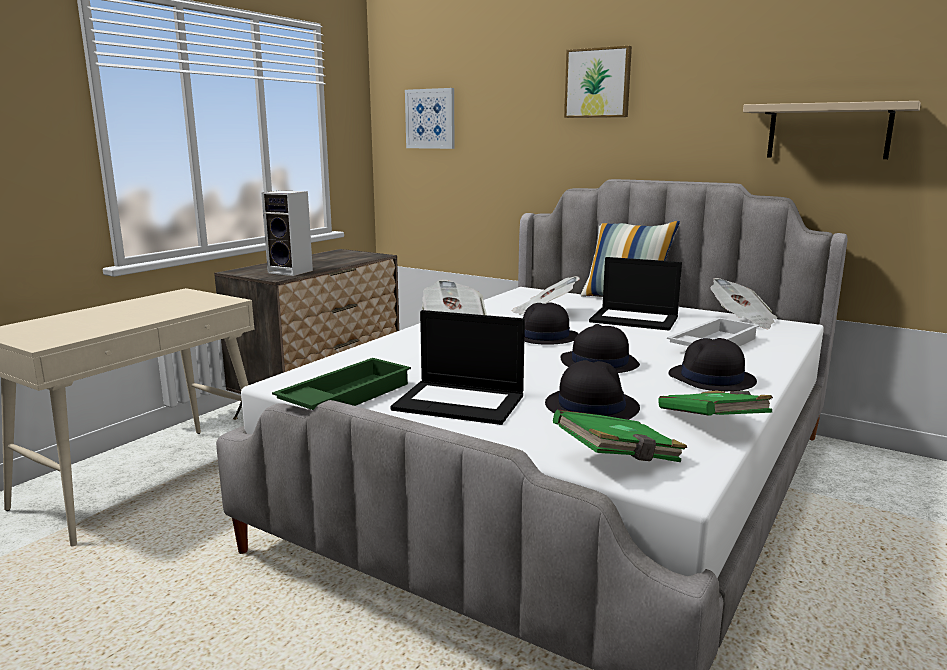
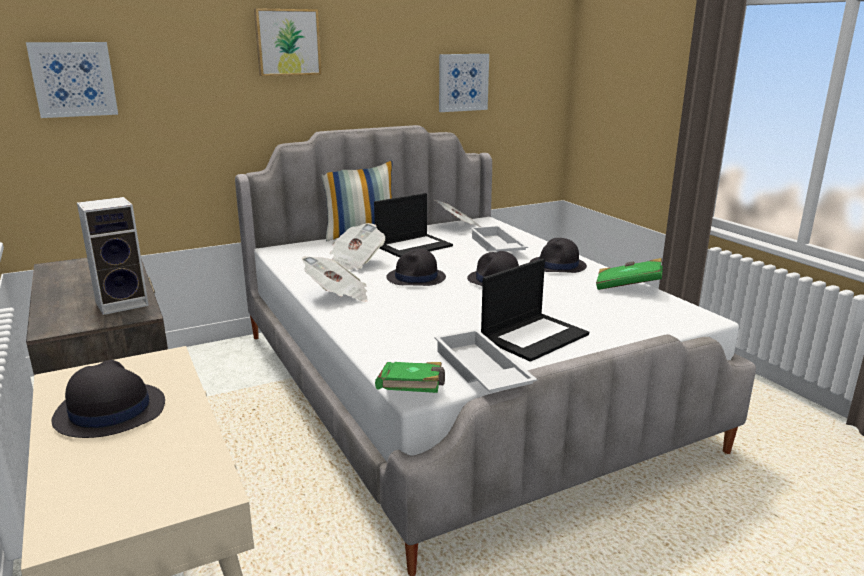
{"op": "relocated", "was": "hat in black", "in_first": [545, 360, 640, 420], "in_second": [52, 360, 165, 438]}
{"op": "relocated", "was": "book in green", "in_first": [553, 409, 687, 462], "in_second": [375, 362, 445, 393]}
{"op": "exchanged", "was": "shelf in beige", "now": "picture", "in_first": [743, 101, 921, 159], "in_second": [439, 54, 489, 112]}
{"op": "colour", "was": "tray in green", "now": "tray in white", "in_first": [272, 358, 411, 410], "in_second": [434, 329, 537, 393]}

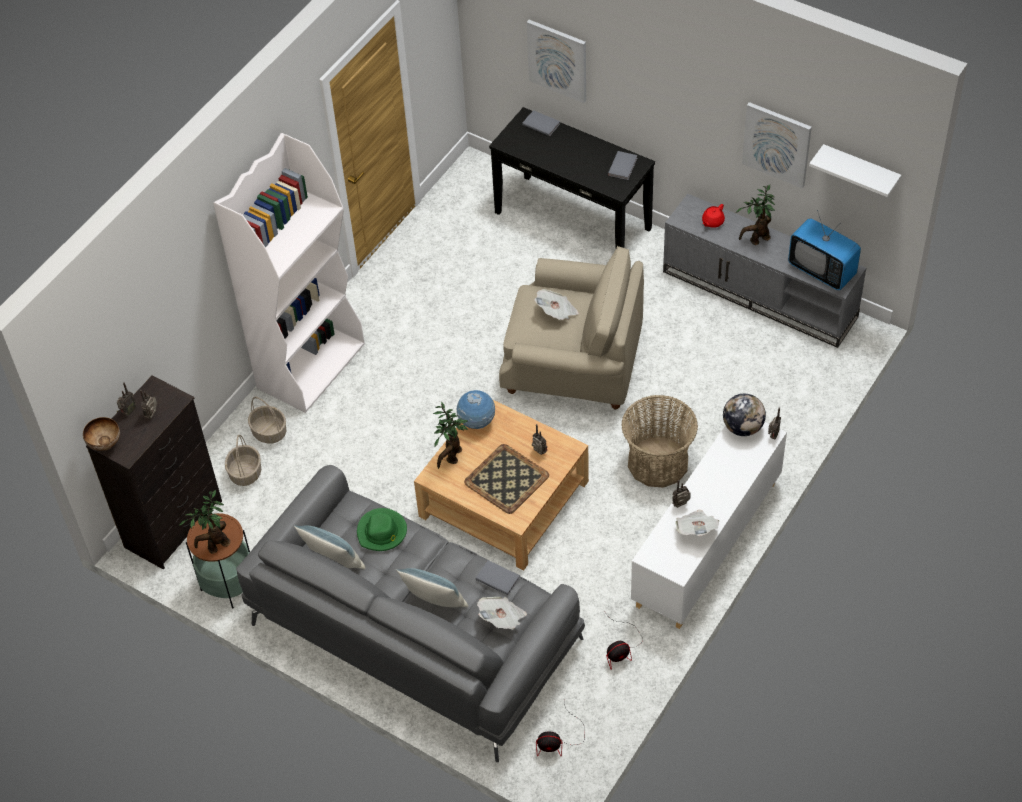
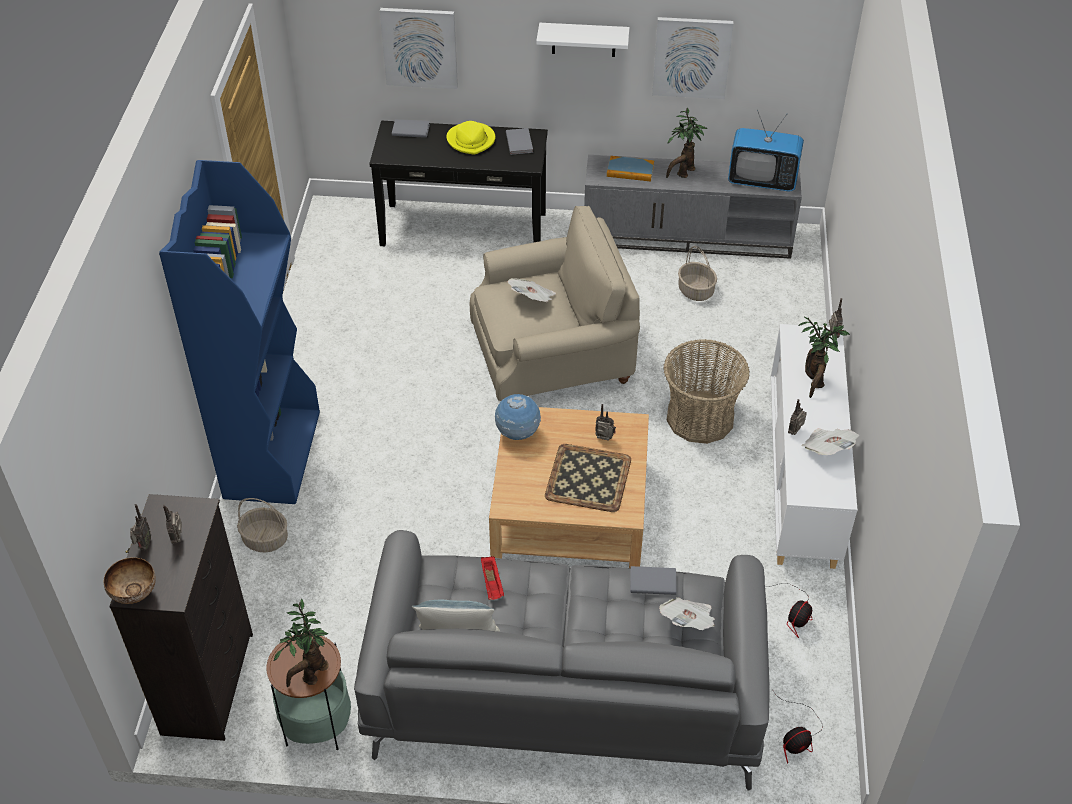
{"op": "missing", "was": "pillow", "in_first": [396, 568, 469, 607]}
{"op": "missing", "was": "globe", "in_first": [723, 394, 766, 436]}
{"op": "appeared", "now": "hat in yellow", "in_second": [446, 121, 495, 154]}
{"op": "relocated", "was": "basket", "in_first": [225, 435, 261, 486], "in_second": [678, 246, 717, 301]}
{"op": "relocated", "was": "potted plant", "in_first": [433, 401, 468, 469], "in_second": [798, 317, 850, 398]}
{"op": "relocated", "was": "shelf in white", "in_first": [809, 144, 901, 197], "in_second": [536, 23, 630, 57]}
{"op": "exchanged", "was": "hat in green", "now": "tray in red", "in_first": [357, 508, 407, 551], "in_second": [481, 556, 504, 600]}
{"op": "exchanged", "was": "teapot in red", "now": "book", "in_first": [702, 204, 725, 228], "in_second": [607, 156, 654, 182]}
{"op": "colour", "was": "bookcase in white", "now": "bookcase in blue", "in_first": [213, 133, 365, 413], "in_second": [159, 160, 320, 504]}

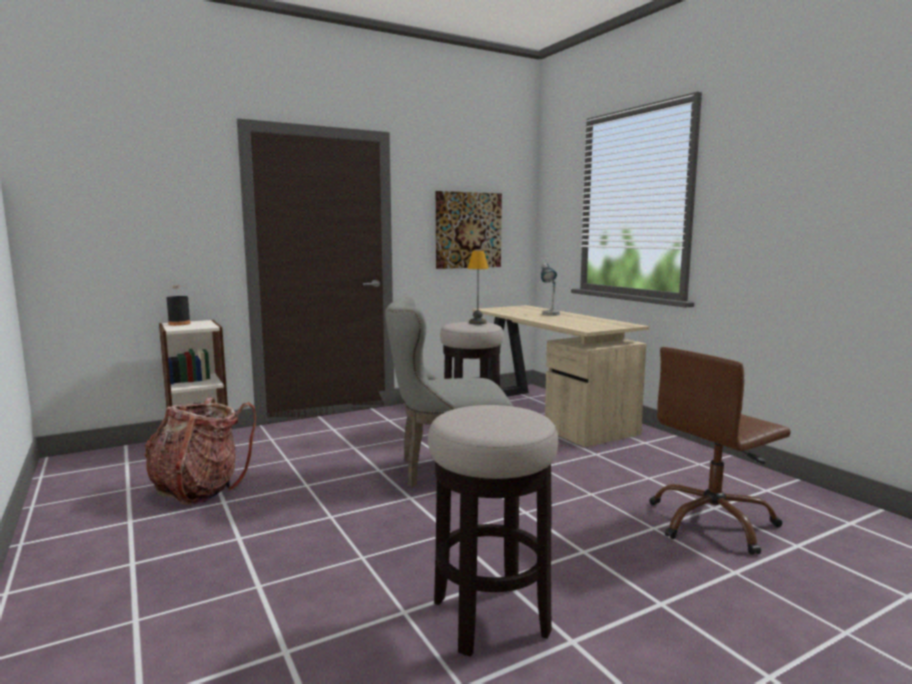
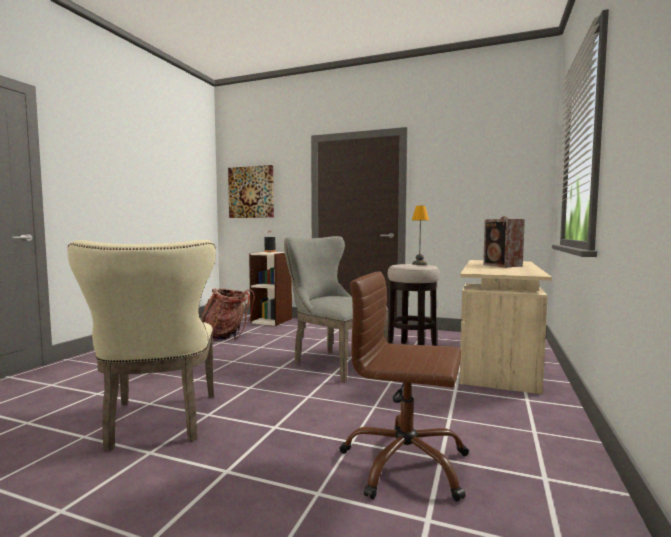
{"op": "relocated", "was": "picture", "in_first": [436, 191, 502, 269], "in_second": [228, 165, 274, 218]}
{"op": "exchanged", "was": "stool", "now": "chair in beige", "in_first": [428, 405, 558, 657], "in_second": [68, 240, 216, 451]}
{"op": "exchanged", "was": "table lamp", "now": "speaker", "in_first": [541, 263, 560, 316], "in_second": [483, 217, 525, 267]}

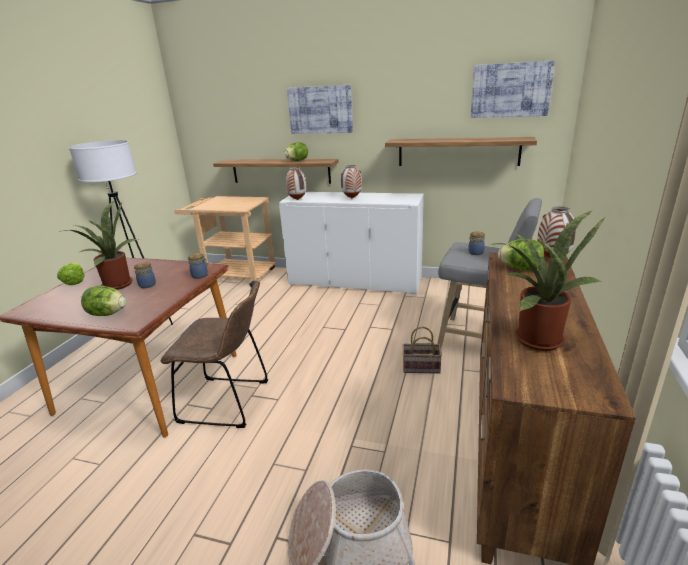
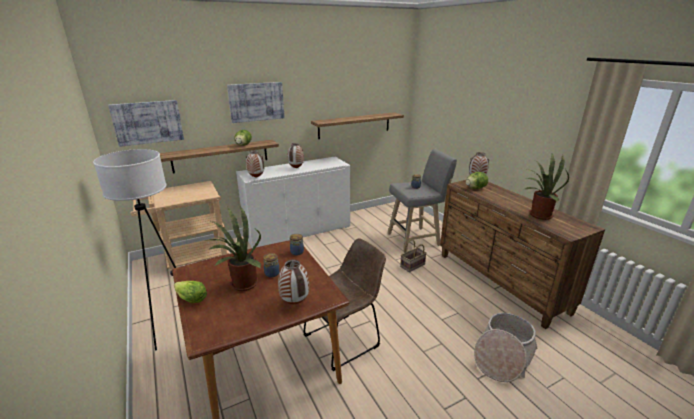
{"op": "relocated", "was": "picture", "in_first": [471, 61, 555, 118], "in_second": [108, 100, 184, 147]}
{"op": "exchanged", "was": "lettuce", "now": "vase", "in_first": [81, 286, 126, 316], "in_second": [278, 259, 309, 304]}

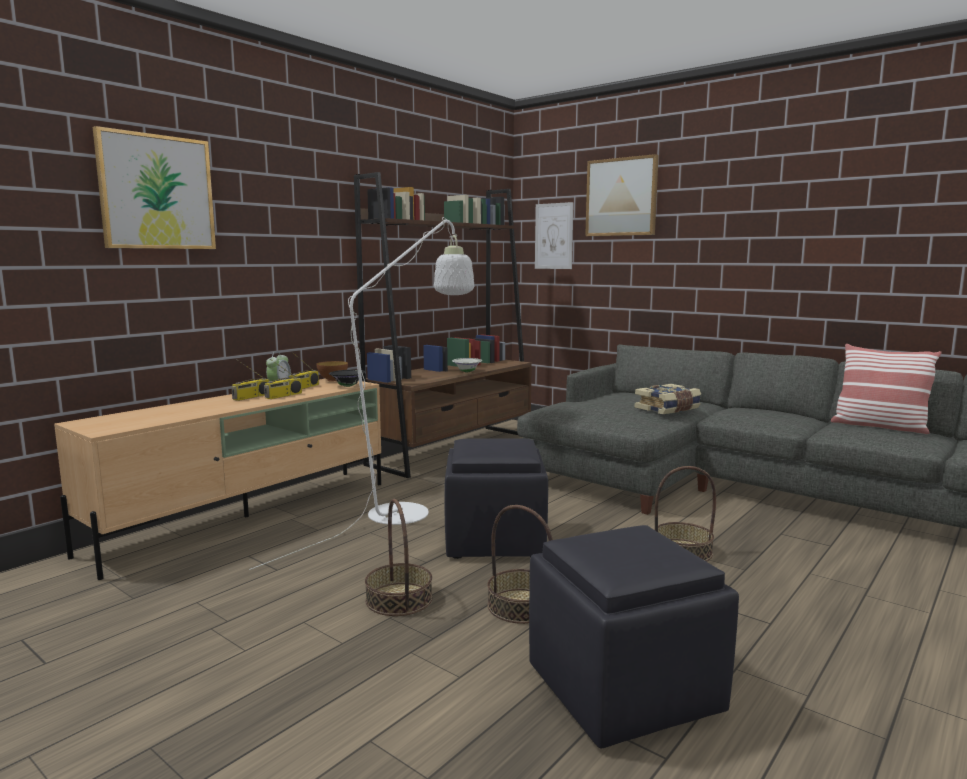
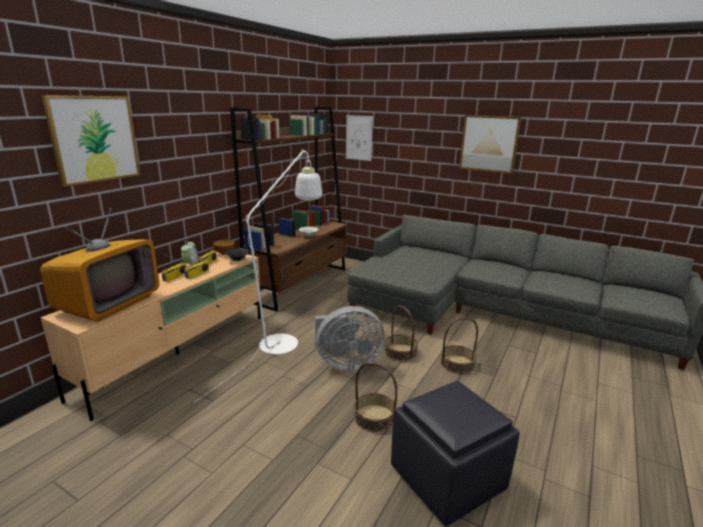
{"op": "missing", "was": "book", "in_first": [635, 384, 701, 414]}
{"op": "missing", "was": "pillow", "in_first": [831, 344, 942, 434]}
{"op": "appeared", "now": "television", "in_second": [40, 208, 159, 322]}
{"op": "relocated", "was": "basket", "in_first": [365, 499, 432, 616], "in_second": [385, 305, 418, 362]}
{"op": "relocated", "was": "picture", "in_first": [585, 154, 659, 236], "in_second": [459, 115, 521, 174]}
{"op": "exchanged", "was": "ottoman in black", "now": "fan in grey", "in_first": [444, 438, 548, 559], "in_second": [315, 306, 385, 371]}

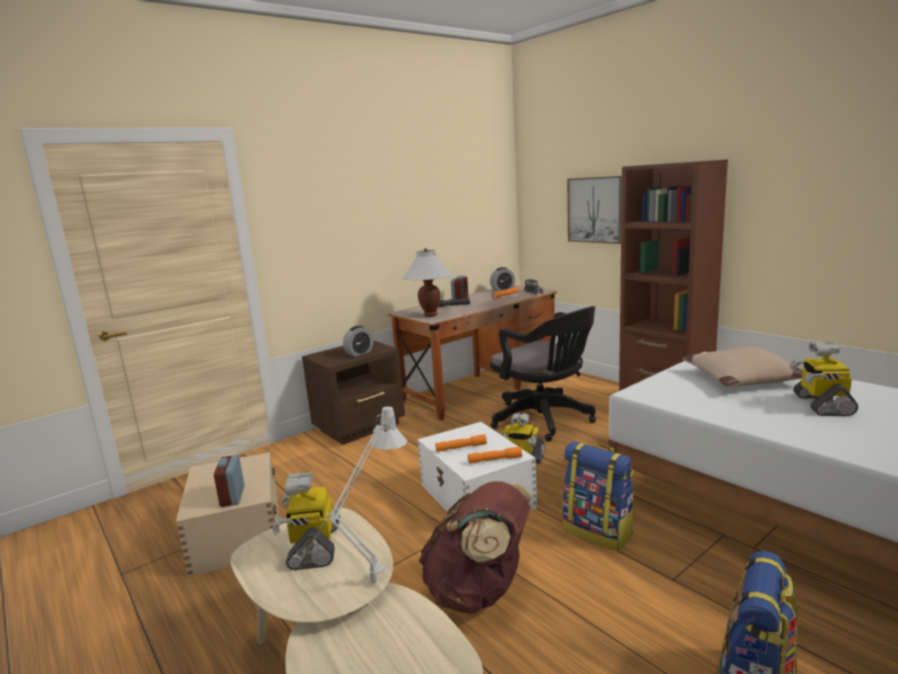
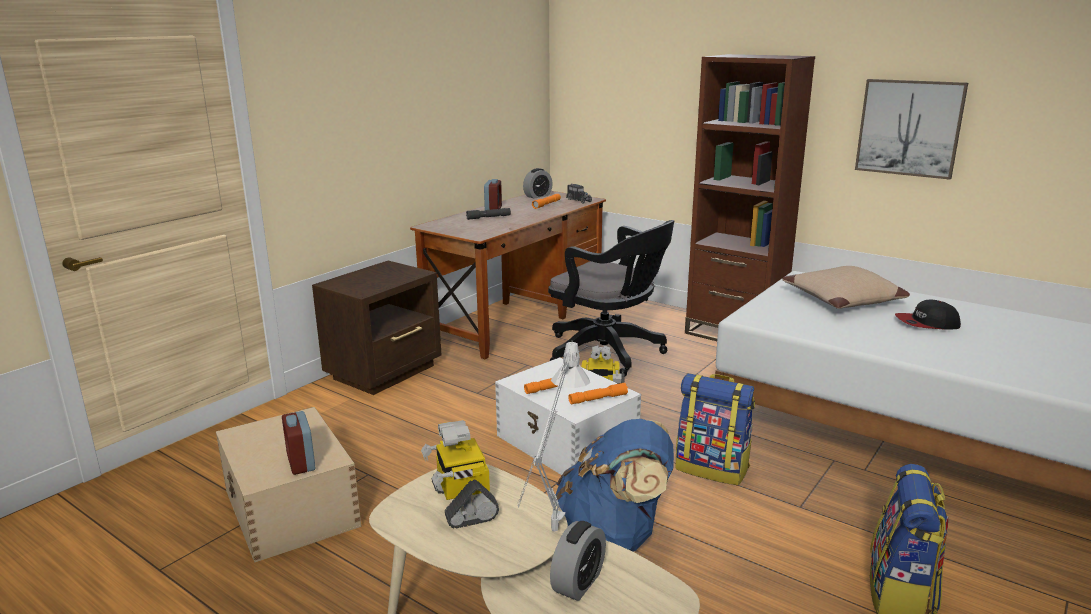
{"op": "missing", "was": "table lamp in white", "in_first": [403, 248, 453, 317]}
{"op": "relocated", "was": "alarm clock", "in_first": [343, 326, 373, 357], "in_second": [550, 521, 606, 601]}
{"op": "relocated", "was": "picture", "in_first": [567, 176, 622, 244], "in_second": [855, 79, 968, 180]}
{"op": "exchanged", "was": "toy robot", "now": "cap", "in_first": [790, 342, 858, 416], "in_second": [895, 299, 961, 329]}
{"op": "colour", "was": "backpack in brown", "now": "backpack in blue", "in_first": [419, 481, 532, 614], "in_second": [556, 419, 674, 552]}

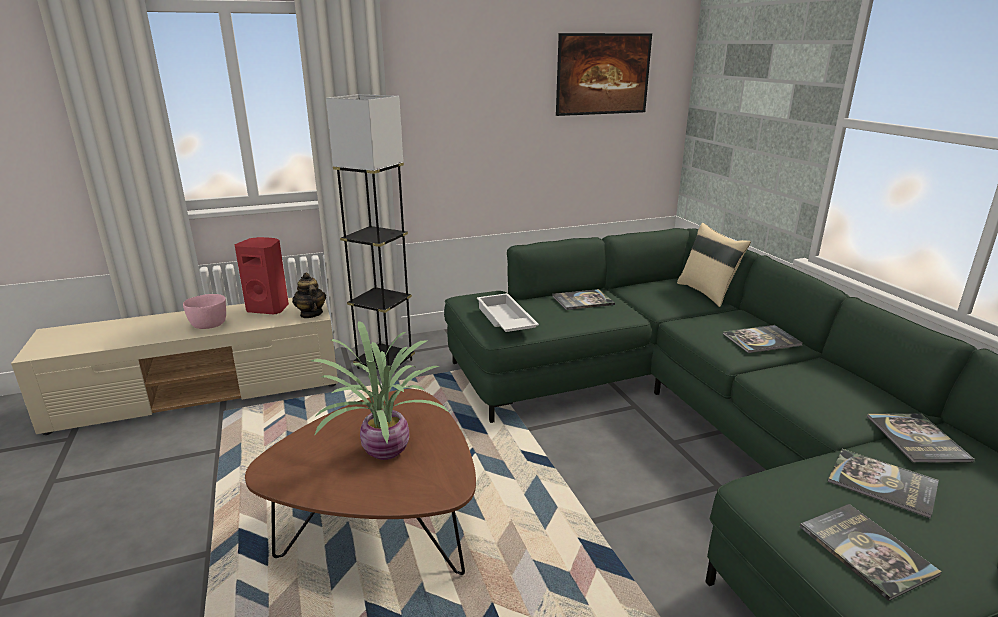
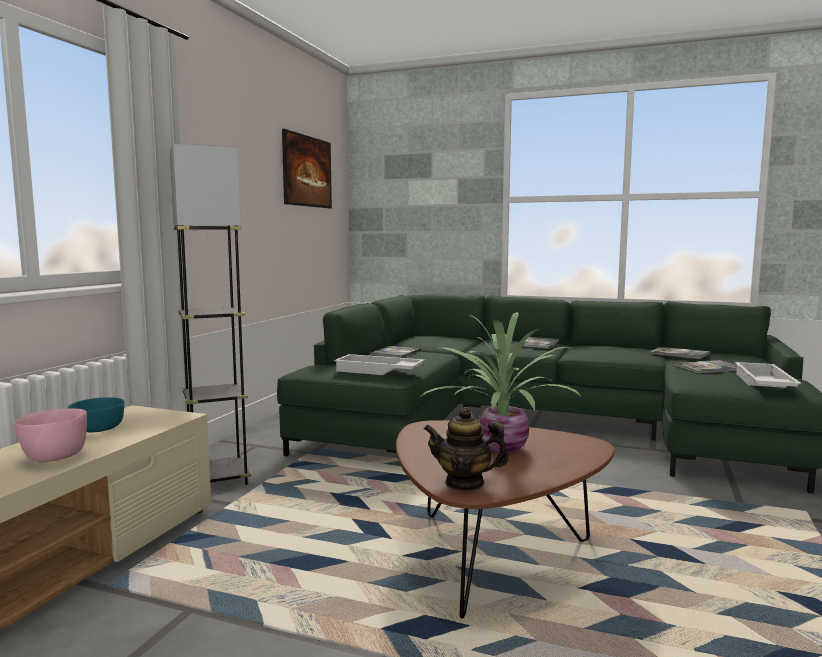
{"op": "missing", "was": "pillow in beige", "in_first": [677, 223, 751, 307]}
{"op": "relocated", "was": "teapot", "in_first": [292, 273, 326, 318], "in_second": [424, 407, 509, 491]}
{"op": "exchanged", "was": "speaker in red", "now": "bowl in turquoise", "in_first": [234, 237, 289, 315], "in_second": [68, 397, 125, 432]}
{"op": "exchanged", "was": "book", "now": "tray in white", "in_first": [800, 504, 942, 601], "in_second": [735, 362, 801, 388]}

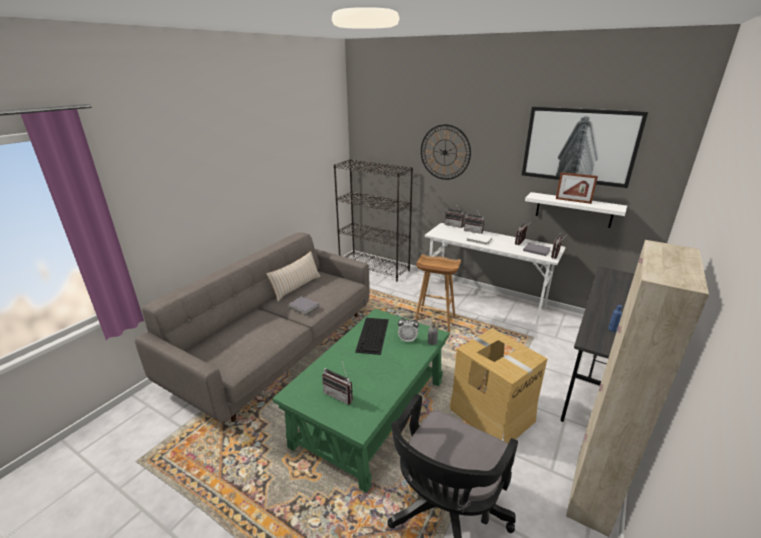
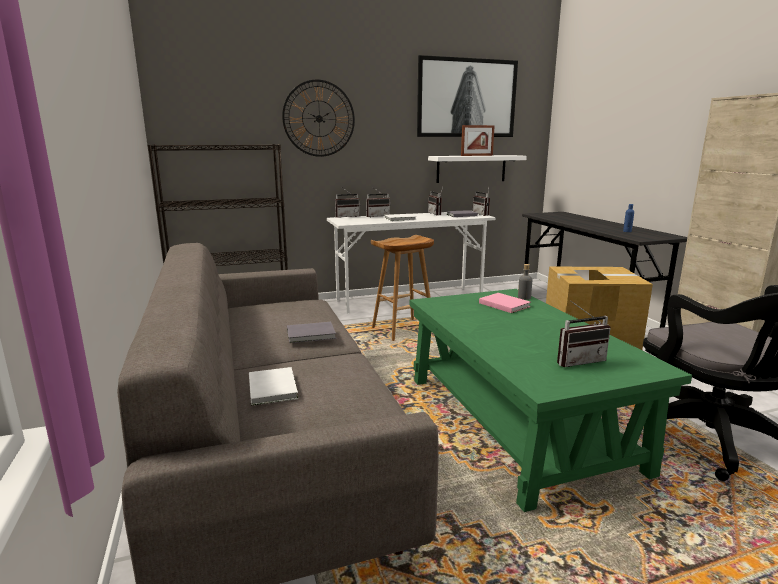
{"op": "missing", "was": "pillow in beige", "in_first": [266, 251, 321, 302]}
{"op": "missing", "was": "keyboard", "in_first": [355, 318, 389, 355]}
{"op": "appeared", "now": "book in white", "in_second": [249, 367, 298, 406]}
{"op": "exchanged", "was": "alarm clock", "now": "book in pink", "in_first": [398, 316, 419, 342], "in_second": [479, 293, 531, 313]}

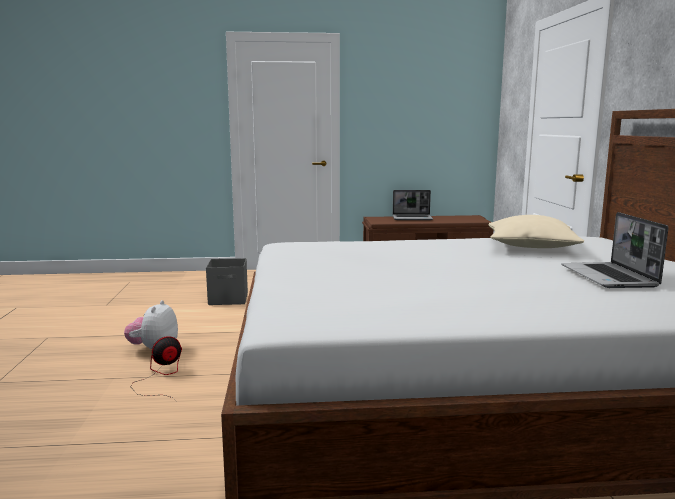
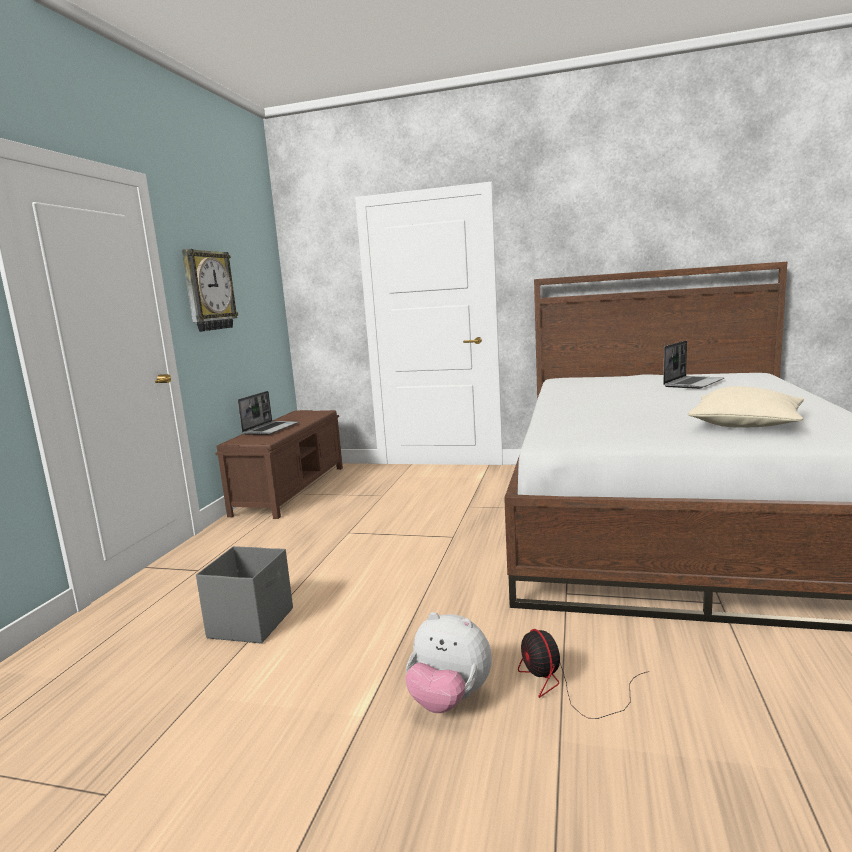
{"op": "appeared", "now": "wall clock", "in_second": [182, 249, 238, 332]}
{"op": "relocated", "was": "pillow in beige", "in_first": [488, 215, 584, 248], "in_second": [688, 386, 804, 428]}
{"op": "spun", "was": "laptop", "in_first": [561, 212, 668, 288], "in_second": [663, 341, 724, 389], "clockwise": -60}

